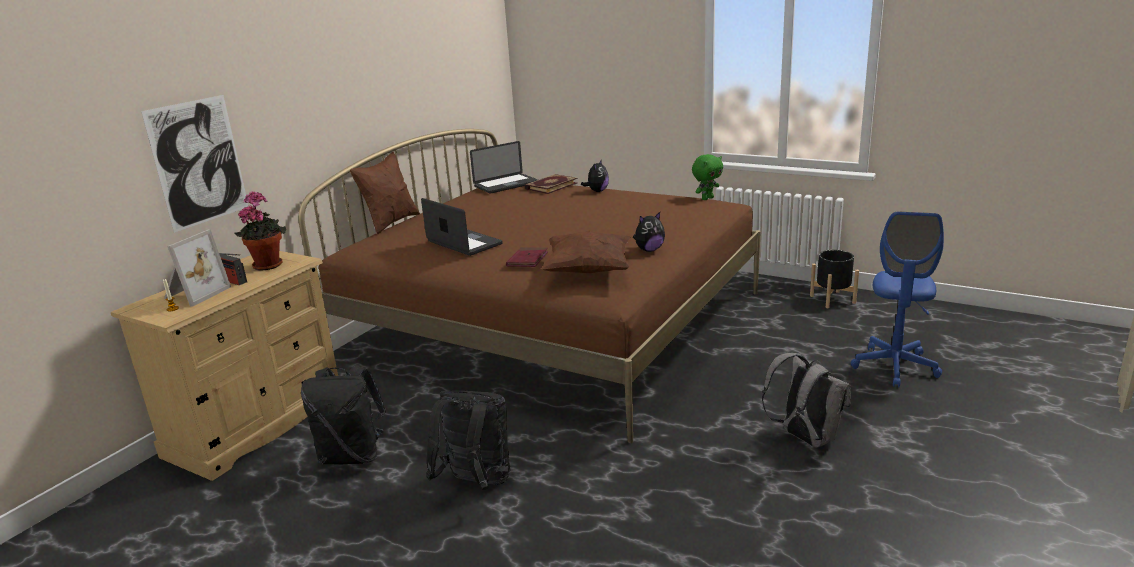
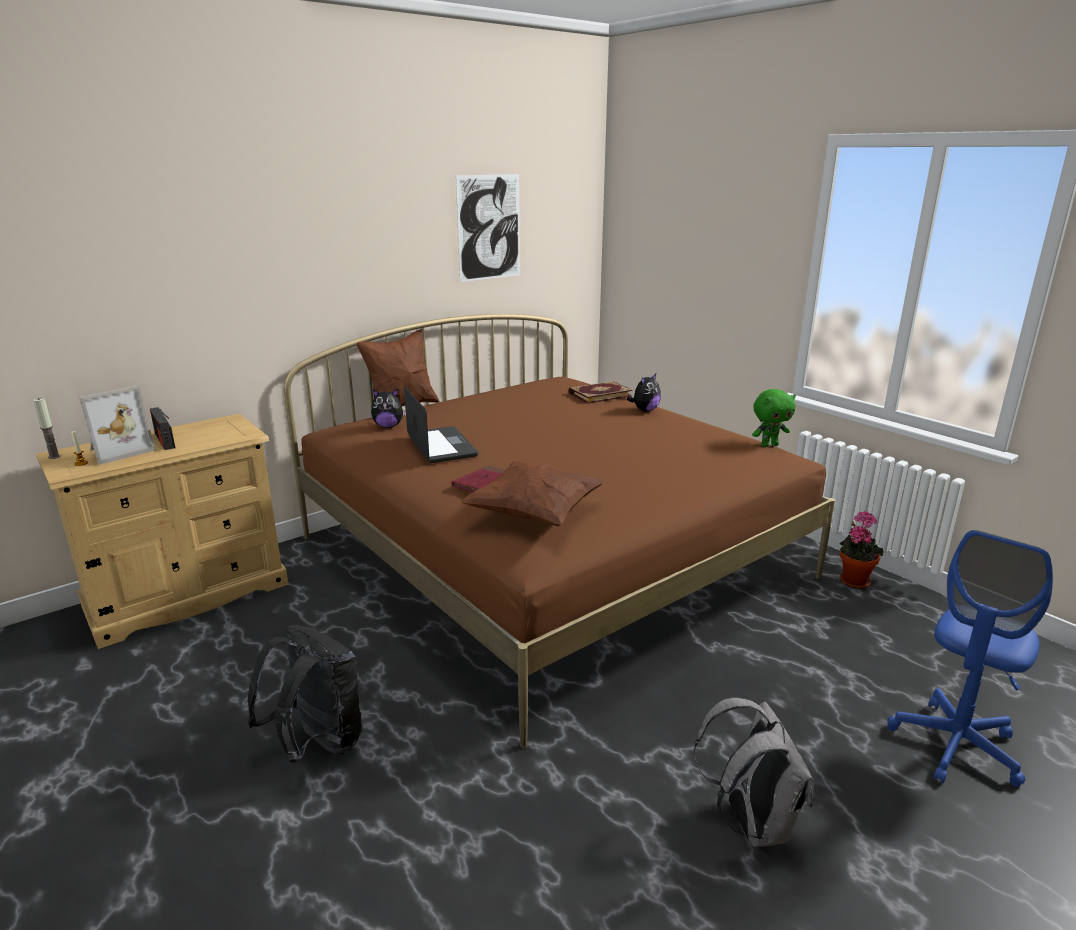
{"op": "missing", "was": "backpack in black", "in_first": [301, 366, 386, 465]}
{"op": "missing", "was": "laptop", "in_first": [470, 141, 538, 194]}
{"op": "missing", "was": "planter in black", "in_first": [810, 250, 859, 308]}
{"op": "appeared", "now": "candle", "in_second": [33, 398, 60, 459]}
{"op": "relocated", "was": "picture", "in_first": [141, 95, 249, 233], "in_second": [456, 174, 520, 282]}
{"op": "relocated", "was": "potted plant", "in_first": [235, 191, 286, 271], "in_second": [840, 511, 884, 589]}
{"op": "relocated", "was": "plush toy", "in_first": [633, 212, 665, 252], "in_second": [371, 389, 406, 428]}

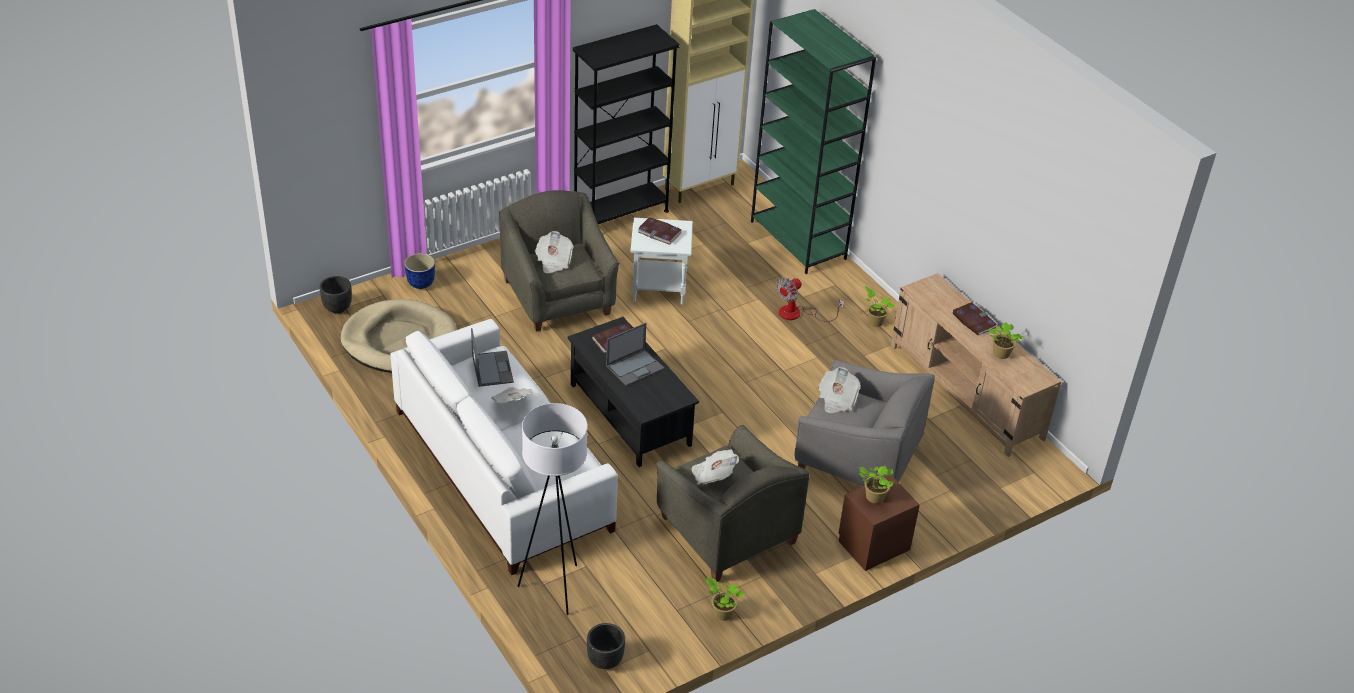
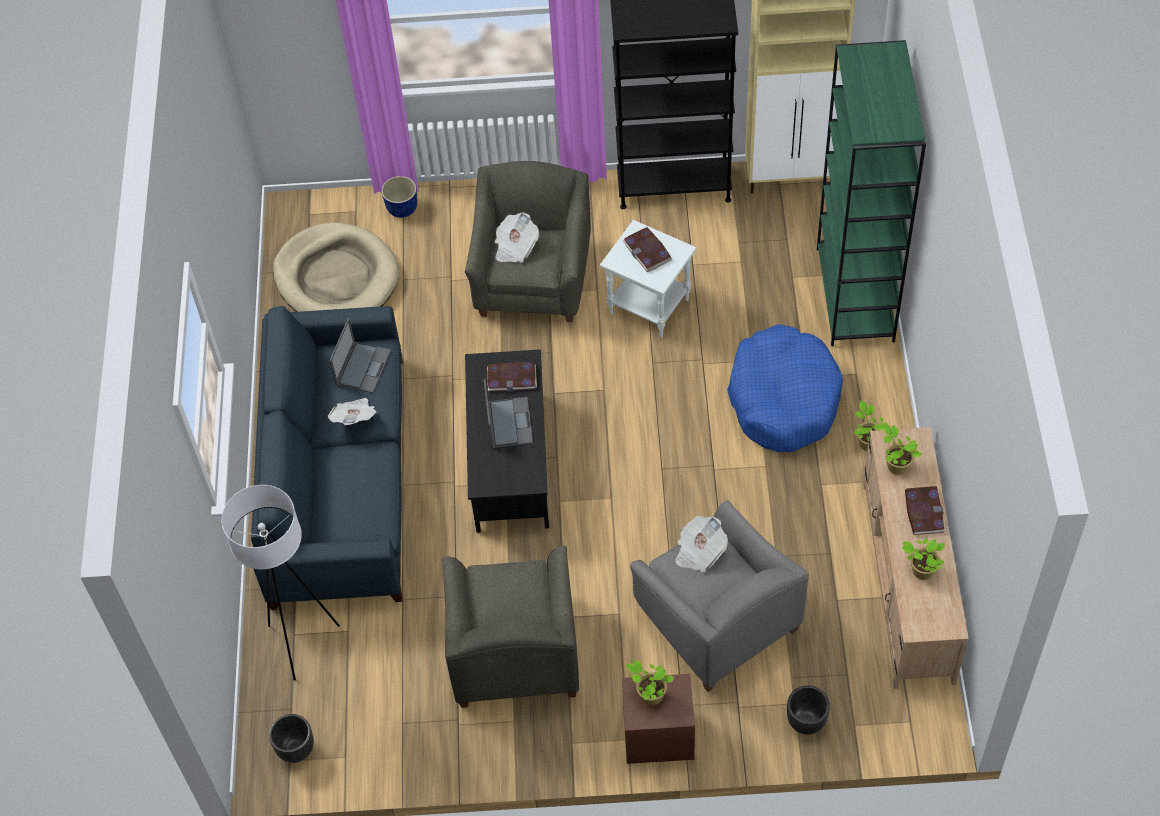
{"op": "missing", "was": "newspaper", "in_first": [691, 449, 739, 485]}
{"op": "relocated", "was": "planter in black", "in_first": [319, 276, 352, 314], "in_second": [787, 686, 830, 735]}
{"op": "relocated", "was": "potted plant", "in_first": [705, 578, 744, 621], "in_second": [883, 424, 922, 475]}
{"op": "exchanged", "was": "fan", "now": "dog bed in blue", "in_first": [776, 278, 844, 322], "in_second": [727, 324, 843, 452]}
{"op": "colour", "was": "sofa in white", "now": "sofa in blue", "in_first": [390, 319, 618, 575], "in_second": [251, 306, 403, 610]}
{"op": "spun", "was": "laptop", "in_first": [606, 323, 664, 386], "in_second": [484, 378, 533, 448], "clockwise": -90}

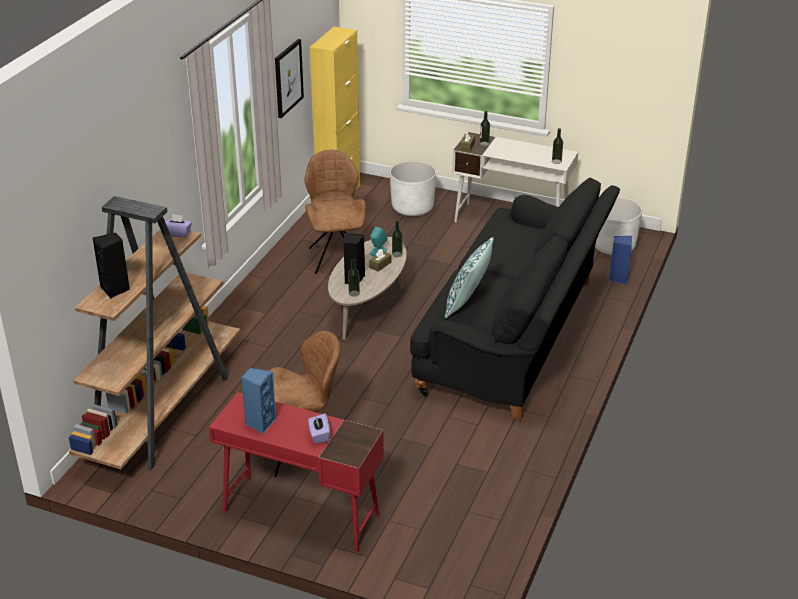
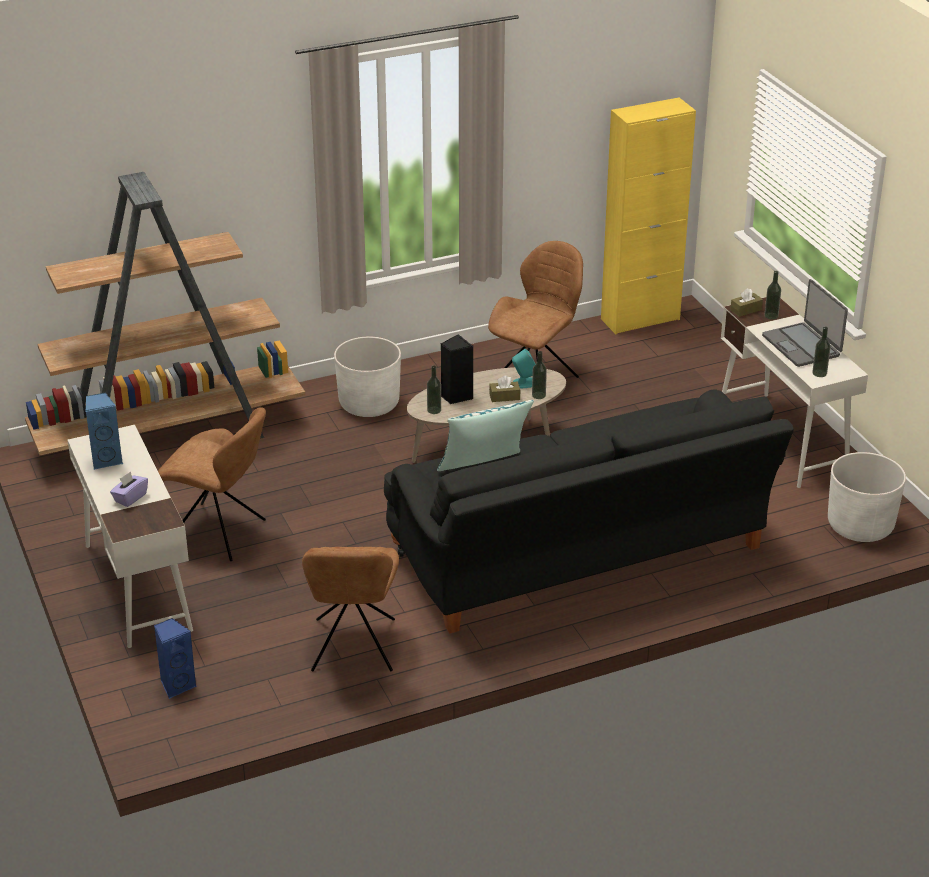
{"op": "missing", "was": "speaker in black", "in_first": [93, 233, 130, 299]}
{"op": "missing", "was": "tissue box in purple", "in_first": [165, 214, 192, 238]}
{"op": "missing", "was": "picture", "in_first": [275, 39, 304, 118]}
{"op": "appeared", "now": "chair in brown", "in_second": [302, 547, 399, 671]}
{"op": "appeared", "now": "laptop", "in_second": [762, 279, 848, 367]}
{"op": "relocated", "was": "planter in white", "in_first": [390, 161, 436, 216], "in_second": [334, 337, 401, 417]}
{"op": "relocated", "was": "speaker in blue", "in_first": [609, 236, 632, 284], "in_second": [154, 618, 196, 699]}
{"op": "colour", "was": "desk in red", "now": "desk in white", "in_first": [209, 392, 384, 552], "in_second": [68, 425, 193, 648]}

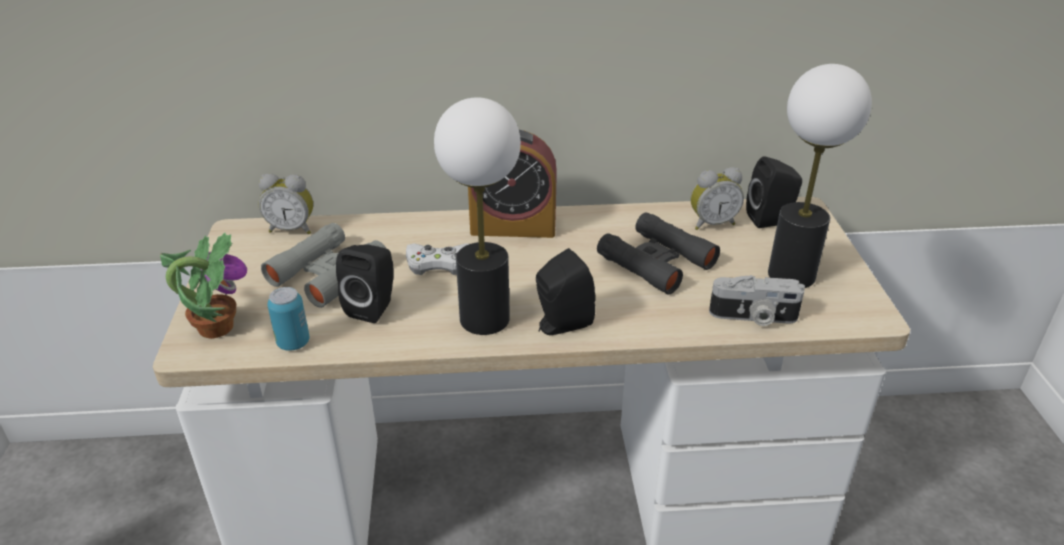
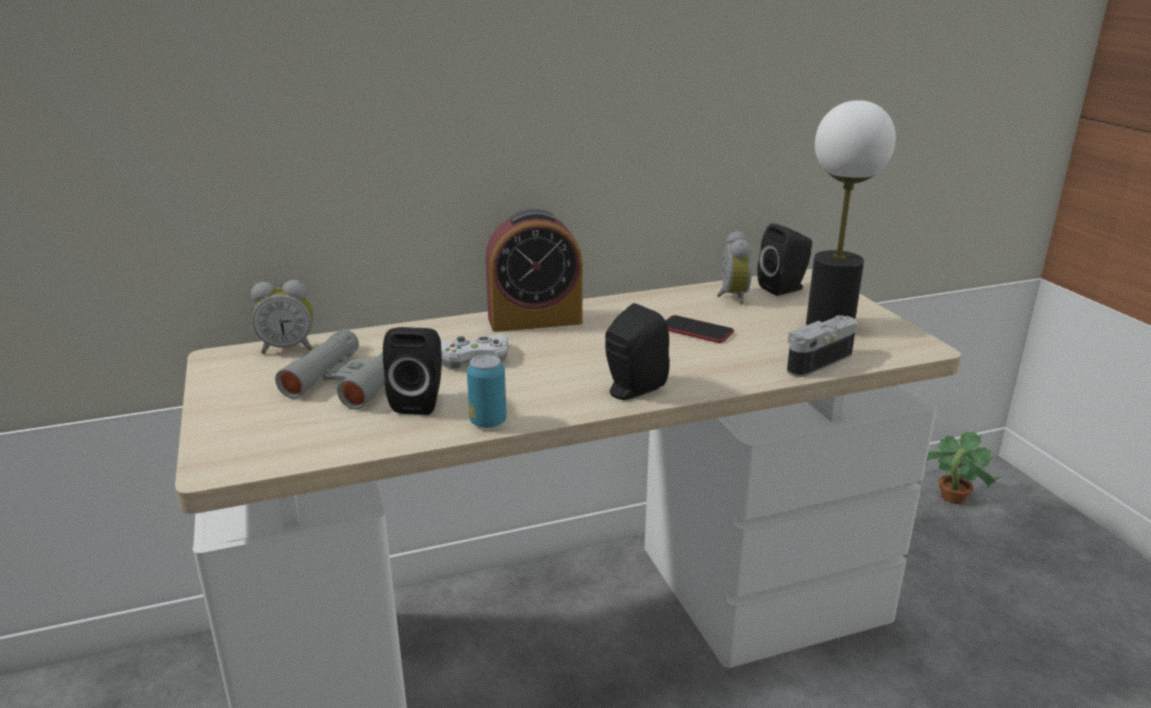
{"op": "missing", "was": "table lamp", "in_first": [434, 97, 521, 335]}
{"op": "relocated", "was": "potted plant", "in_first": [160, 233, 247, 339], "in_second": [926, 431, 1002, 504]}
{"op": "relocated", "was": "can", "in_first": [267, 287, 309, 351], "in_second": [467, 355, 507, 428]}
{"op": "exchanged", "was": "binoculars in black", "now": "phone", "in_first": [597, 212, 720, 294], "in_second": [665, 315, 734, 343]}
{"op": "spun", "was": "alarm clock", "in_first": [691, 167, 744, 230], "in_second": [717, 231, 752, 305], "clockwise": -60}
{"op": "spun", "was": "photo camera", "in_first": [709, 275, 805, 326], "in_second": [787, 315, 857, 377], "clockwise": 150}

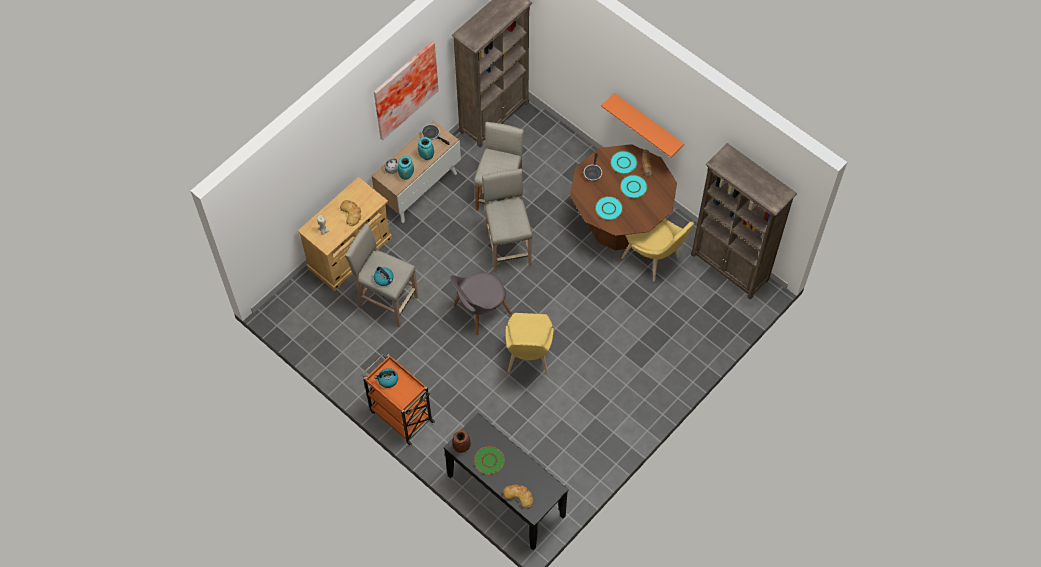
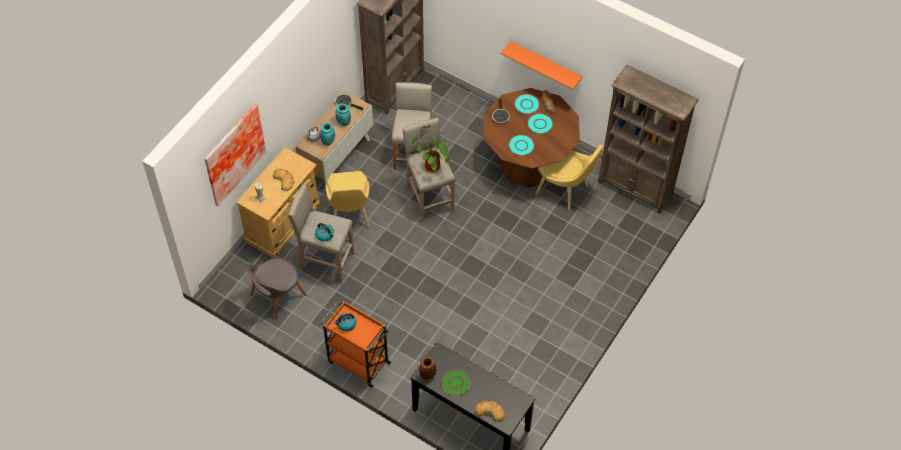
{"op": "appeared", "now": "potted plant", "in_second": [411, 125, 450, 173]}
{"op": "relocated", "was": "picture", "in_first": [374, 41, 439, 140], "in_second": [205, 103, 266, 207]}
{"op": "relocated", "was": "chair in grey", "in_first": [450, 272, 511, 335], "in_second": [243, 258, 307, 320]}
{"op": "relocated", "was": "chair in yellow", "in_first": [505, 313, 554, 375], "in_second": [325, 171, 370, 227]}

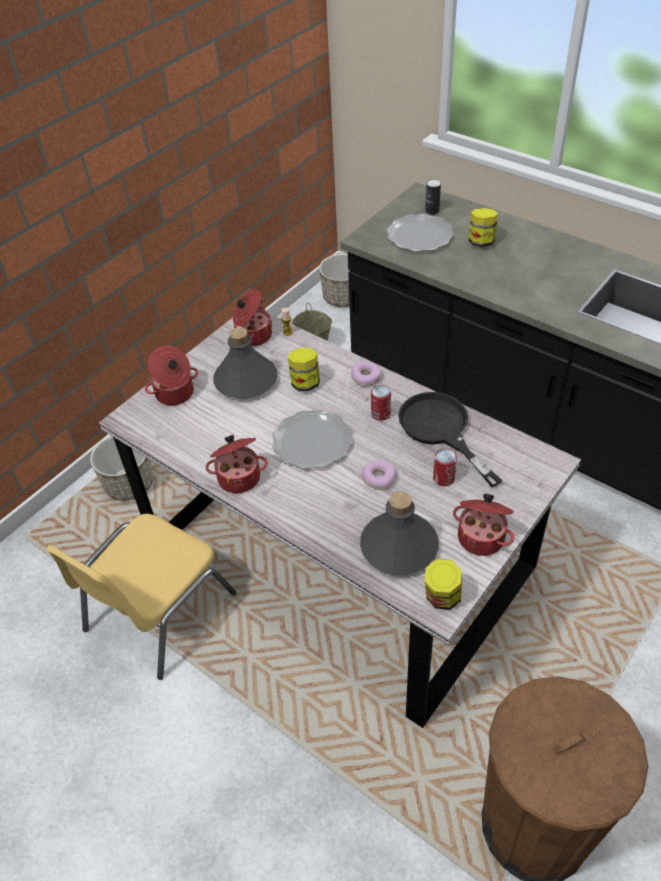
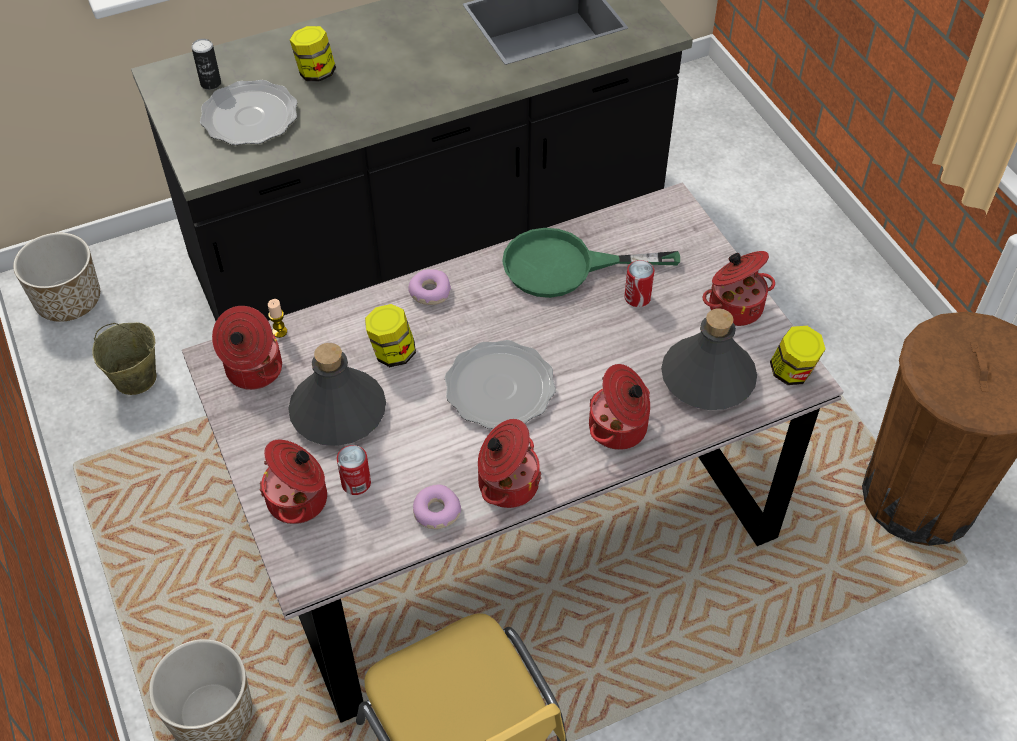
{"op": "appeared", "now": "cooking pot", "in_second": [589, 364, 650, 450]}
{"op": "relocated", "was": "donut", "in_first": [362, 460, 396, 490], "in_second": [413, 484, 461, 529]}
{"op": "relocated", "was": "can", "in_first": [371, 385, 391, 421], "in_second": [337, 445, 371, 495]}
{"op": "colour", "was": "frying pan in black", "now": "frying pan in green", "in_first": [398, 392, 503, 487], "in_second": [502, 228, 680, 298]}

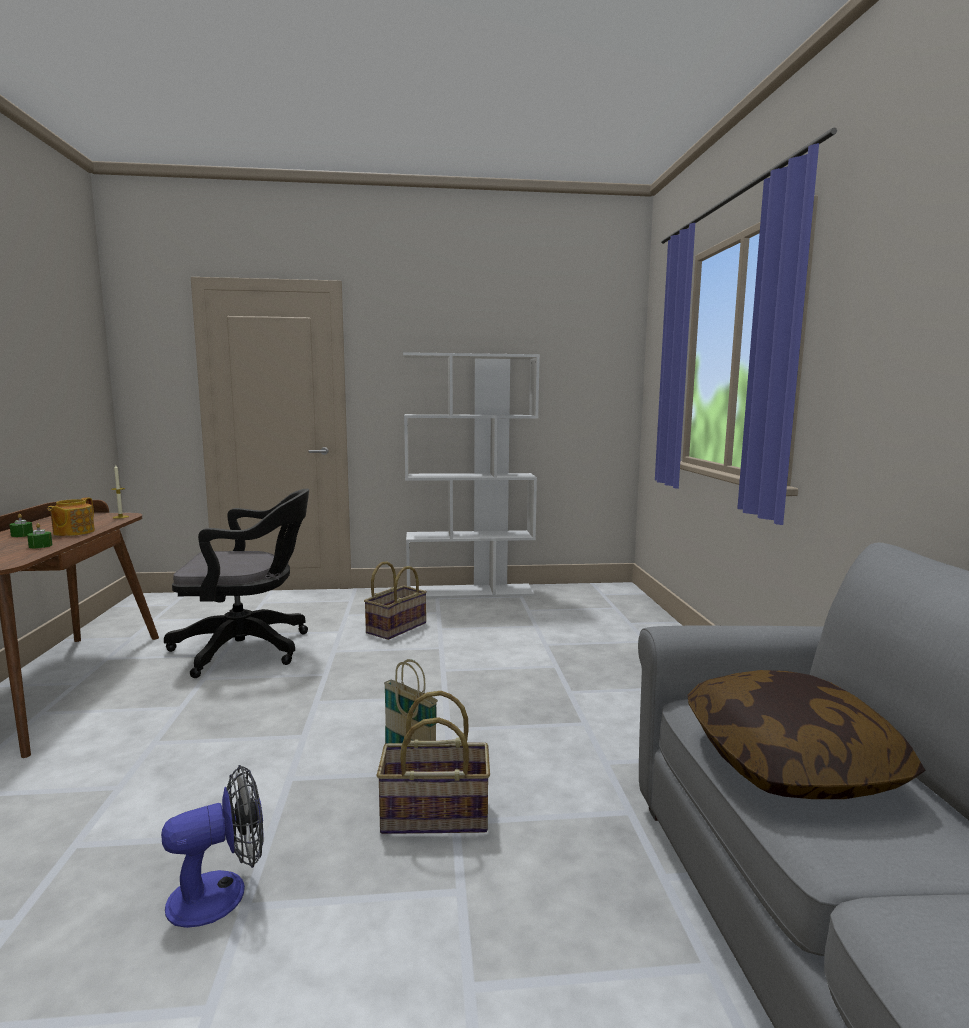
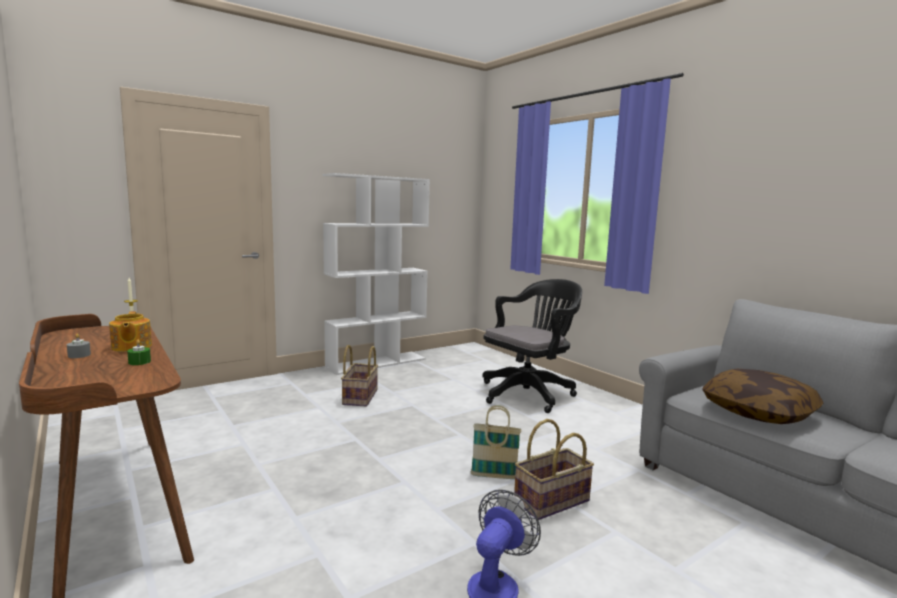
{"op": "relocated", "was": "office chair in black", "in_first": [164, 489, 309, 678], "in_second": [482, 279, 582, 413]}
{"op": "colour", "was": "candle in green", "now": "candle in grey", "in_first": [9, 514, 33, 537], "in_second": [67, 333, 91, 358]}

